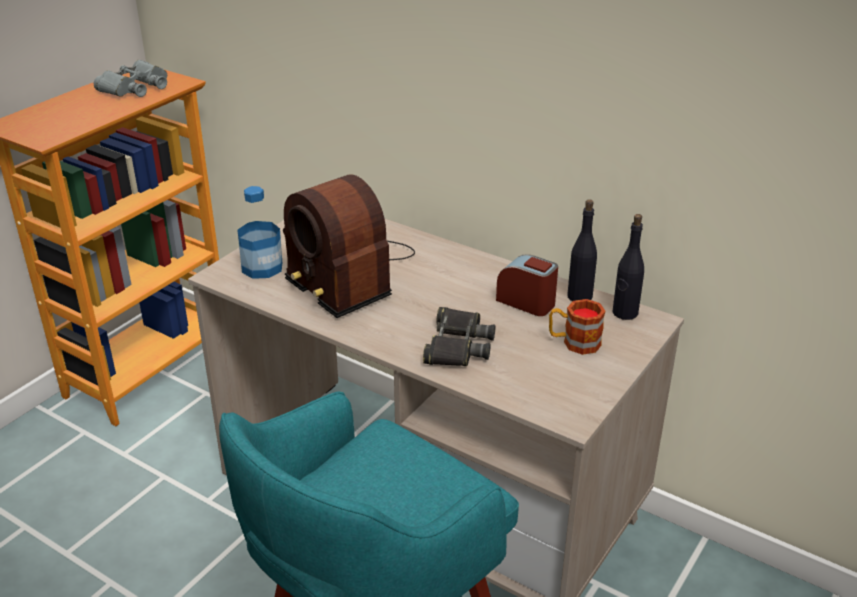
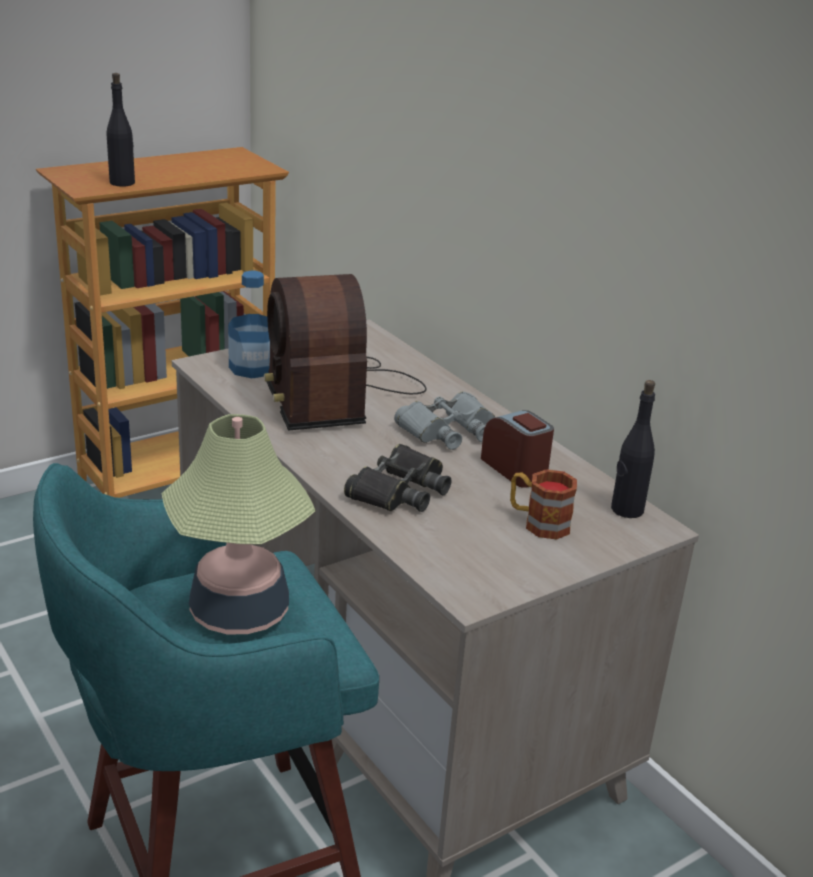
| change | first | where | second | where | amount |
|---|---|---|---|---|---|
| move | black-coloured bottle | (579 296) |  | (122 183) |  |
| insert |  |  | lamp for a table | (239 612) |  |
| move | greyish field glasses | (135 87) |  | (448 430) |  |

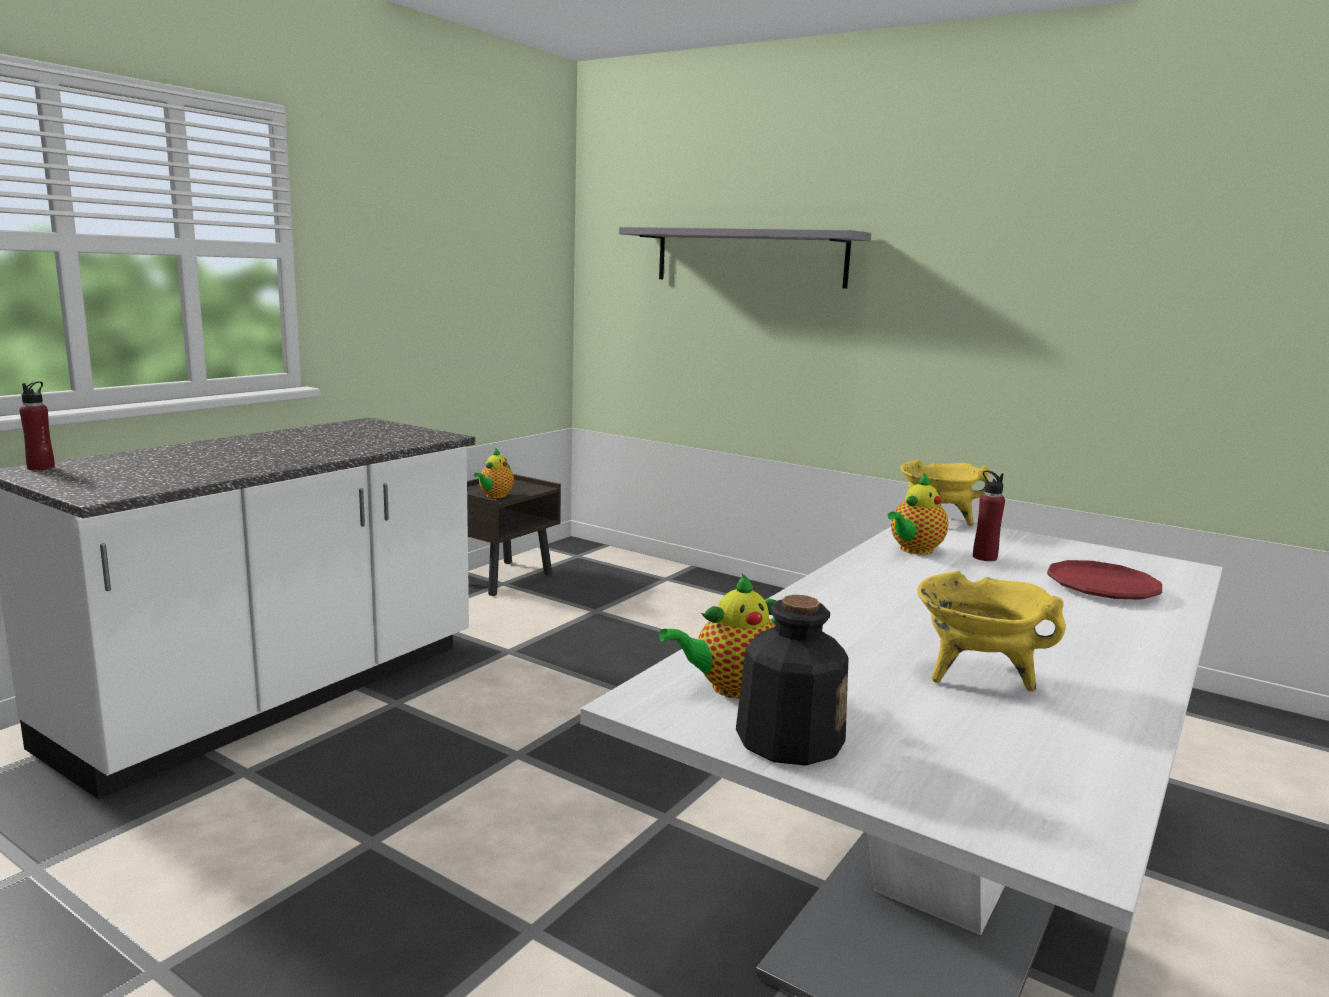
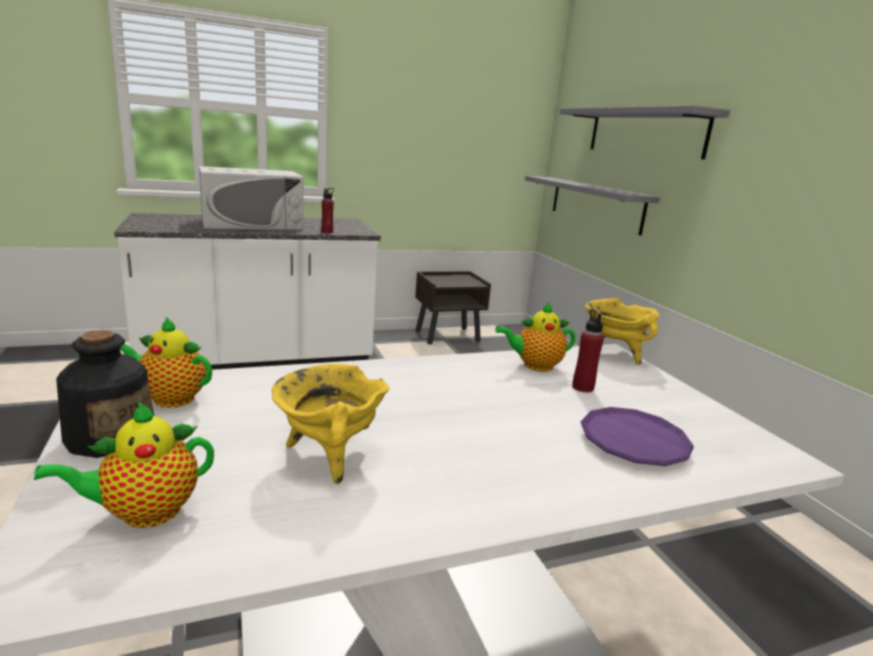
| change | first | where | second | where | amount |
|---|---|---|---|---|---|
| move | teapot | (494 496) |  | (144 512) |  |
| insert |  |  | white-coloured microwave | (252 224) |  |
| move | reddish bottle | (41 467) |  | (327 232) |  |
| insert |  |  | greyish wall shelf | (595 203) |  |
| recolor | reddish plate | (1102 588) | purplish plate | (633 442) |  |

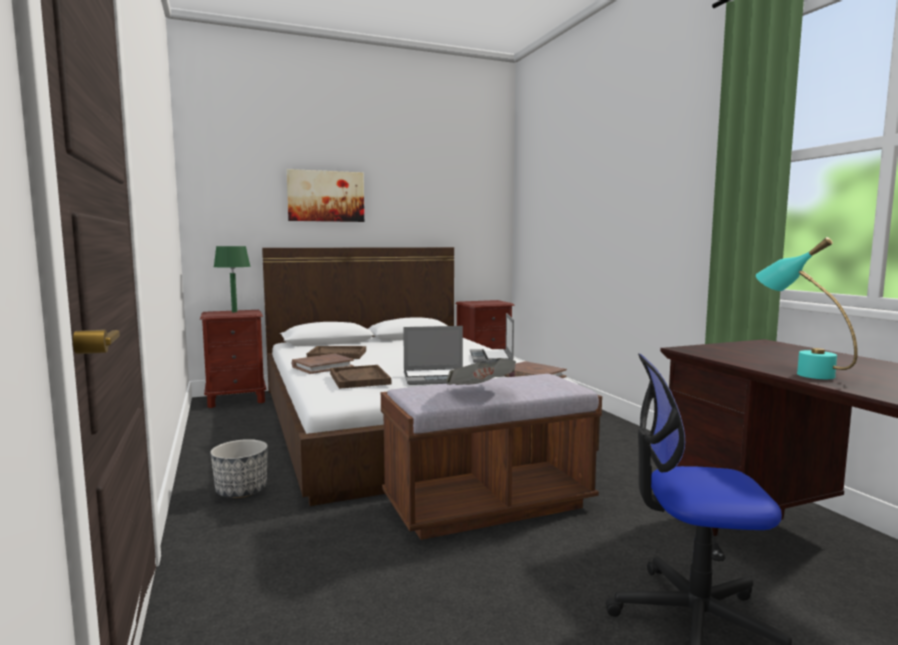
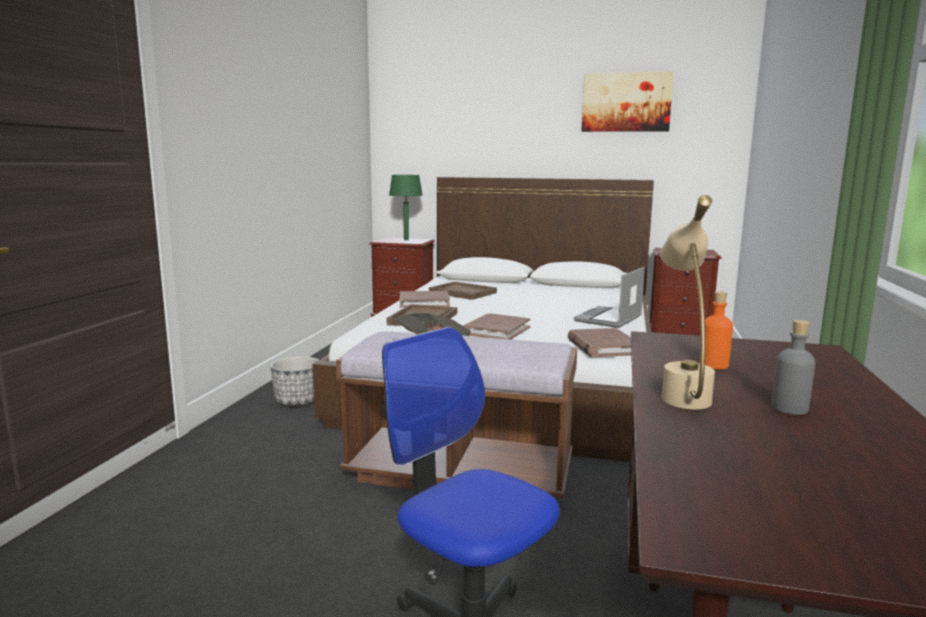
| change | first | where | second | where | amount |
|---|---|---|---|---|---|
| replace | notebook computer | (436 378) | brownish bound book | (496 330) |  |
| move | picture | (326 196) |  | (626 102) |  |
| recolor | turquoise-coloured lamp for a table | (799 372) | sand-coloured lamp for a table | (681 392) |  |
| insert |  |  | orangey bottle | (713 365) |  |
| insert |  |  | greyish bottle | (789 408) |  |

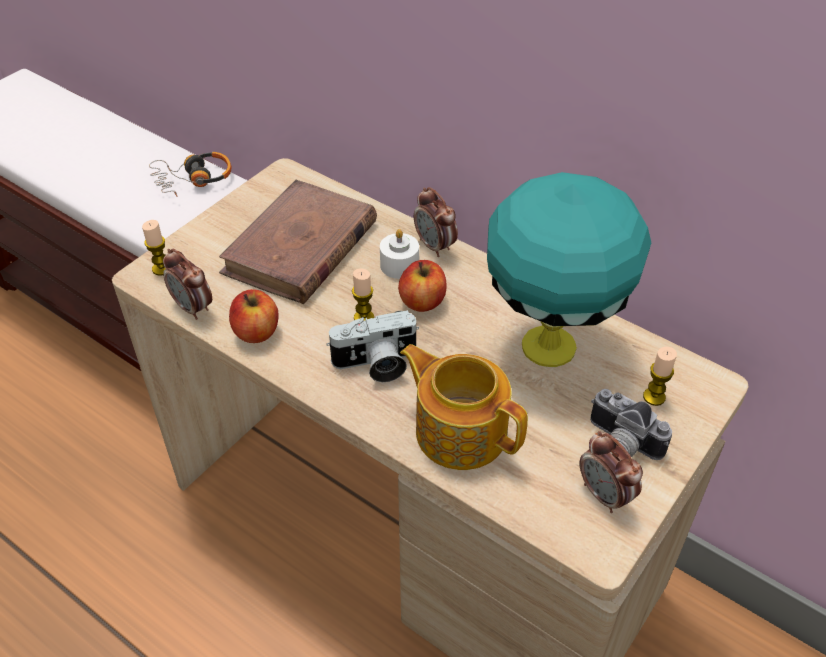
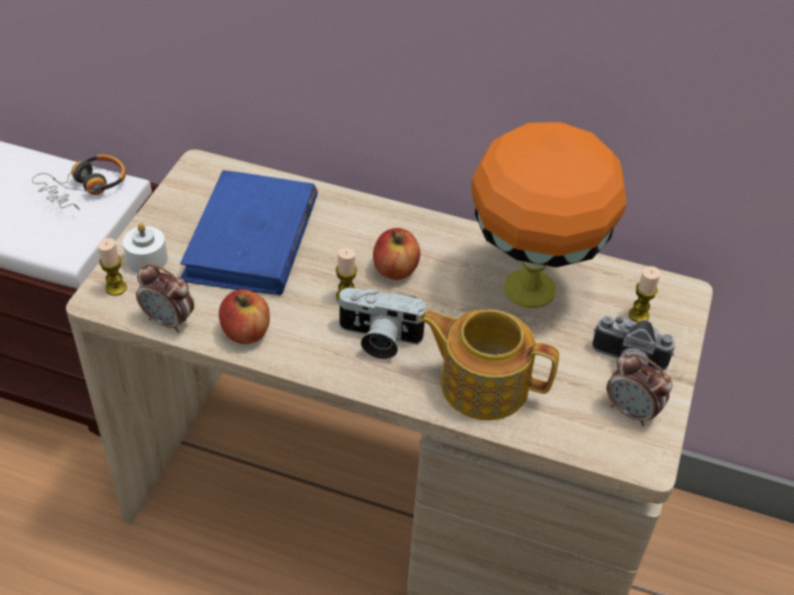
| change | first | where | second | where | amount |
|---|---|---|---|---|---|
| move | white-coloured wax light | (399 265) |  | (147 259) |  |
| recolor | brownish bound book | (300 248) | bluish bound book | (251 240) |  |
| rotate | photo camera | (376 364) |  | (378 339) | 45 degrees clockwise |
| recolor | turquoise-coloured lamp for a table | (551 345) | orangey lamp for a table | (531 287) |  |
| delete | table clock | (435 246) |  |  |  |

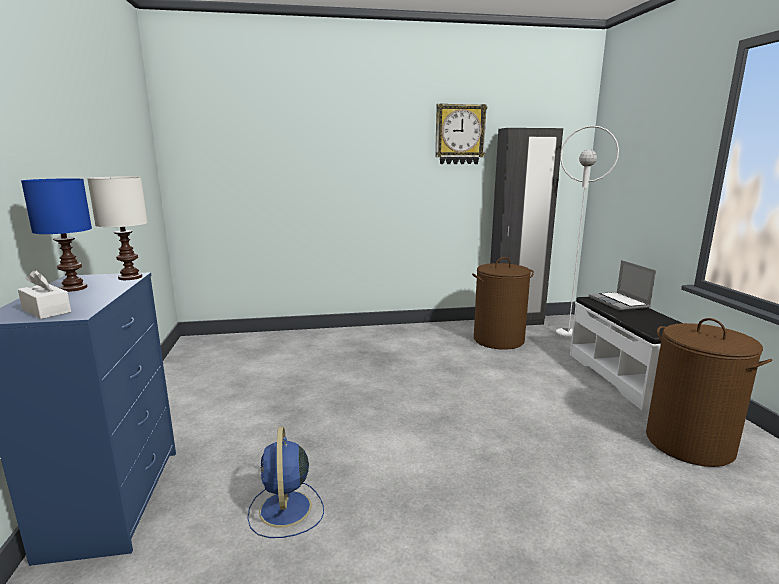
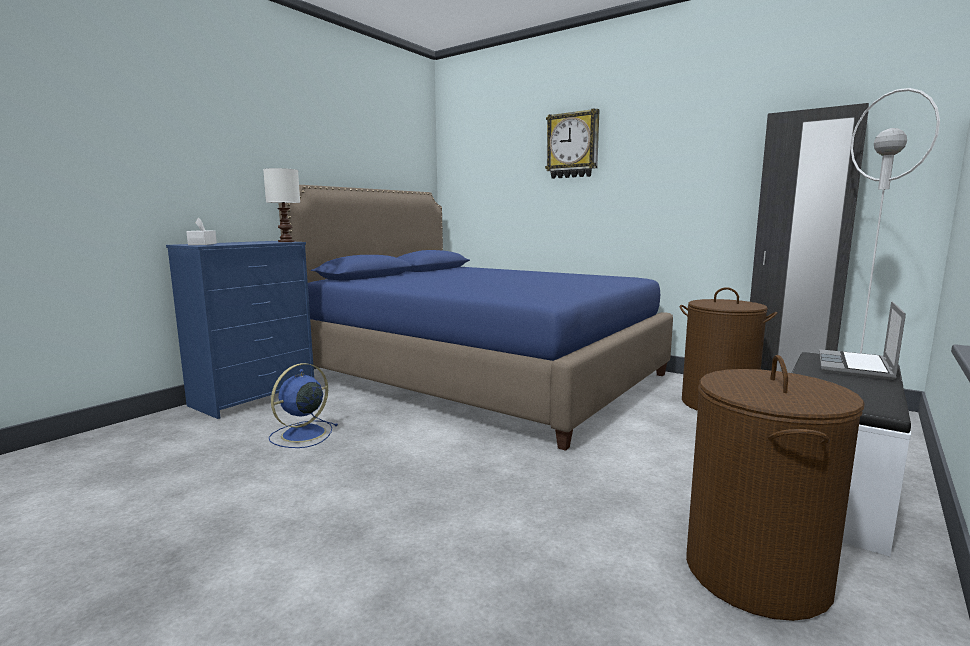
| change | first | where | second | where | amount |
|---|---|---|---|---|---|
| insert |  |  | bluish sleeping bed | (480 375) |  |
| move | clock on the wall | (459 134) |  | (573 145) |  |
| delete | bluish lamp for a table | (74 288) |  |  |  |

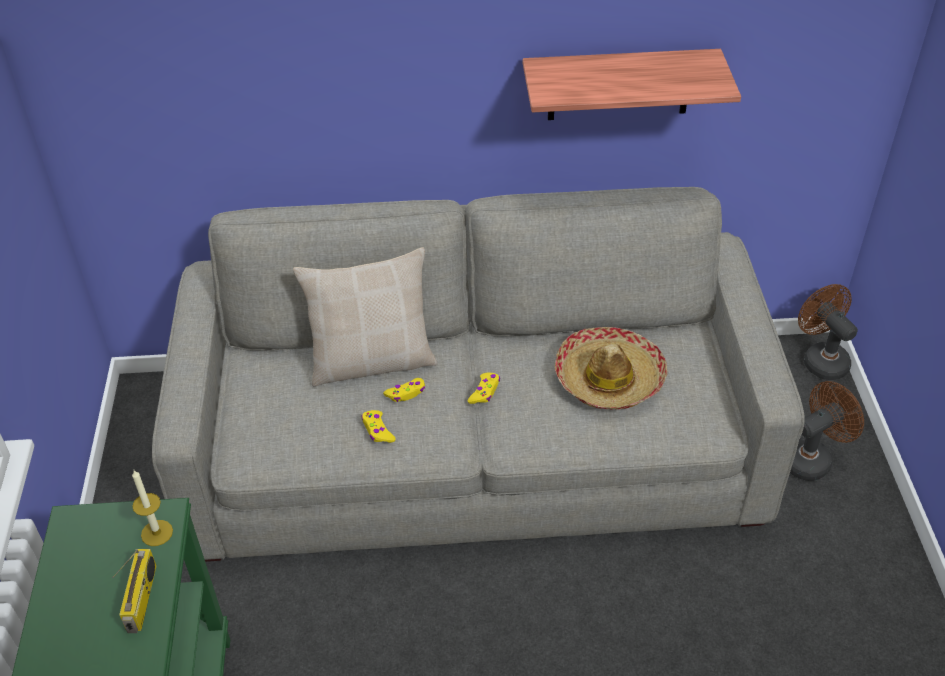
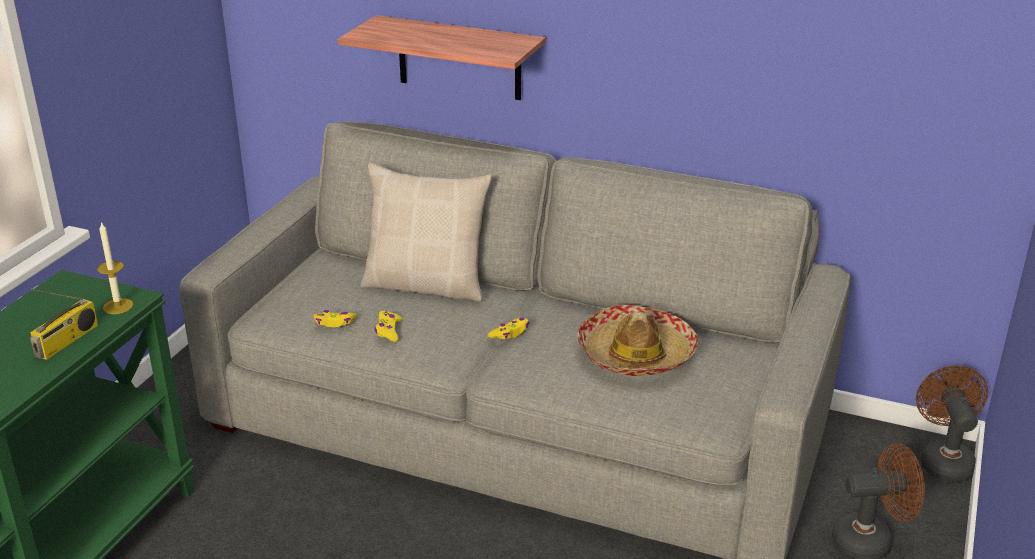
| change | first | where | second | where | amount |
|---|---|---|---|---|---|
| move | yellowish joypad | (406 393) |  | (335 323) |  |
| move | wall shelf | (619 84) |  | (459 58) |  |

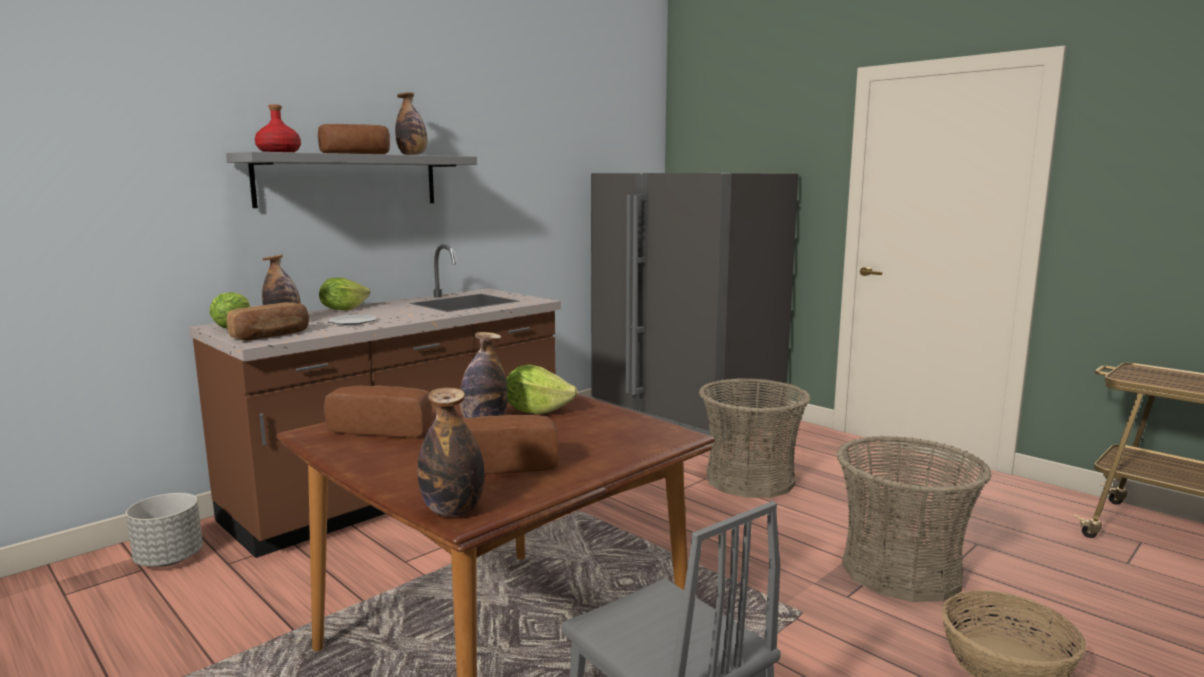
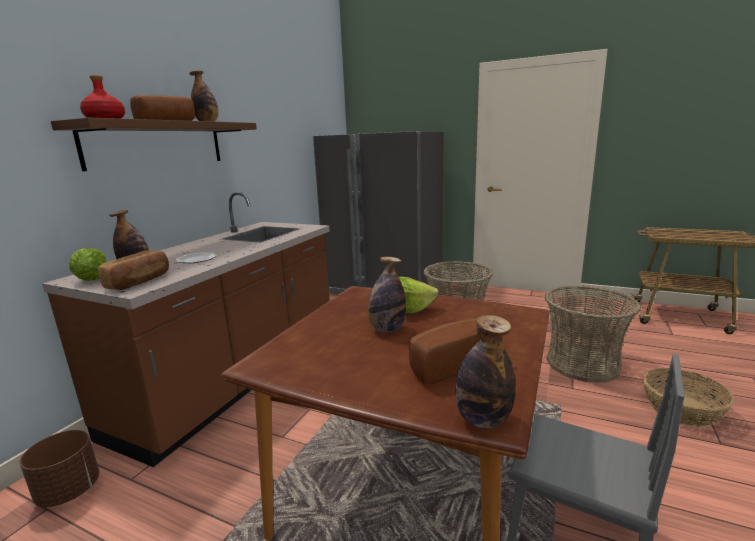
| change | first | where | second | where | amount |
|---|---|---|---|---|---|
| recolor | greyish flower pot | (170 559) | brownish flower pot | (69 490) |  |
| recolor | greyish wall shelf | (349 180) | brownish wall shelf | (158 144) |  |
| delete | lettuce | (343 309) |  |  |  |
| delete | bread | (385 429) |  |  |  |

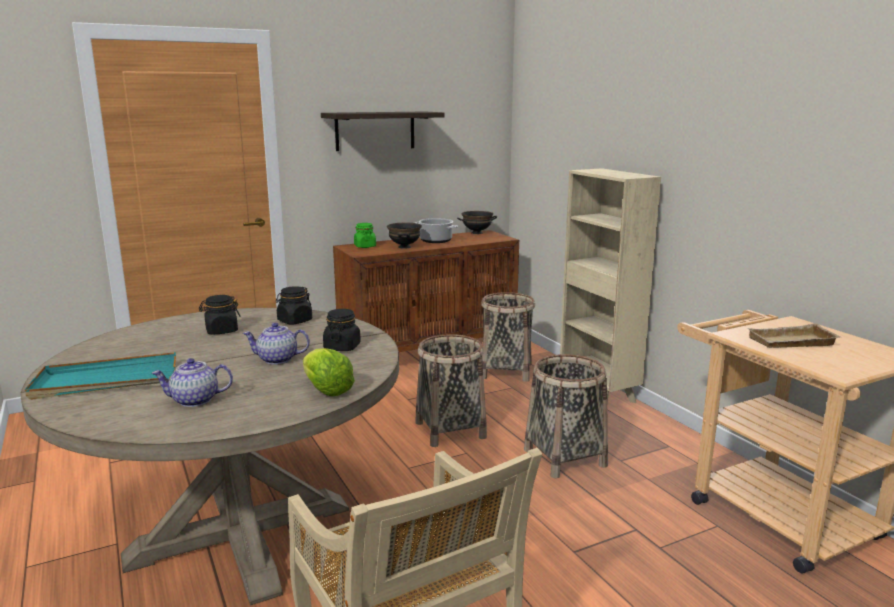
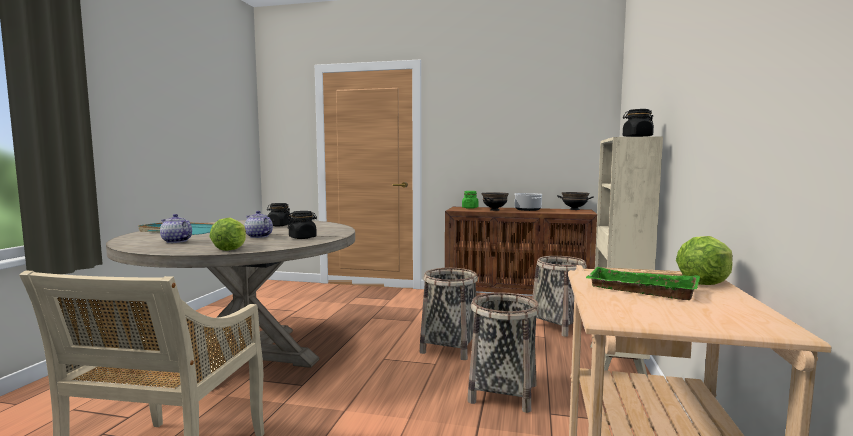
| change | first | where | second | where | amount |
|---|---|---|---|---|---|
| recolor | sand-coloured serving tray | (792 343) | green serving tray | (639 290) |  |
| move | black-coloured jar | (294 321) |  | (637 137) |  |
| insert |  |  | lettuce | (706 282) |  |
| delete | wall shelf | (375 131) |  |  |  |

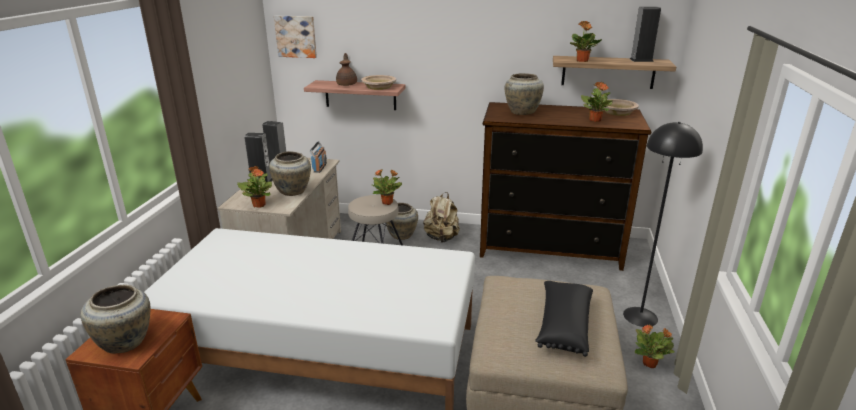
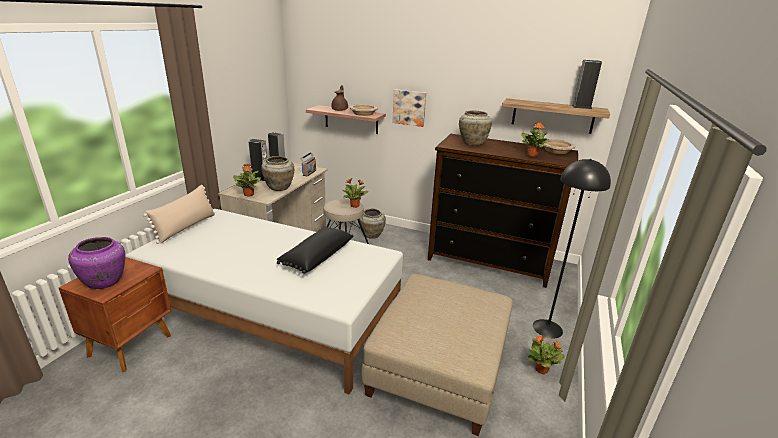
| change | first | where | second | where | amount |
|---|---|---|---|---|---|
| recolor | sand-coloured flower vase | (126 343) | purplish flower vase | (105 282) |  |
| insert |  |  | sand-coloured cushion | (186 227) |  |
| move | black-coloured cushion | (563 326) |  | (316 257) |  |
| move | picture | (296 36) |  | (409 107) |  |
| delete | sand-coloured rucksack | (441 238) |  |  |  |
| delete | plant in a pot | (582 61) |  |  |  |

